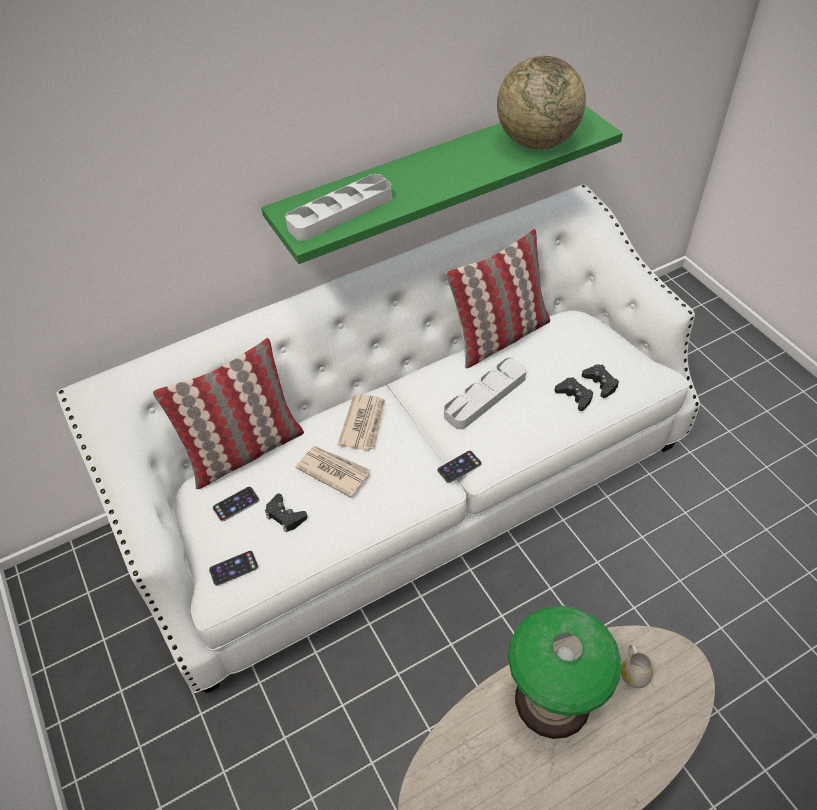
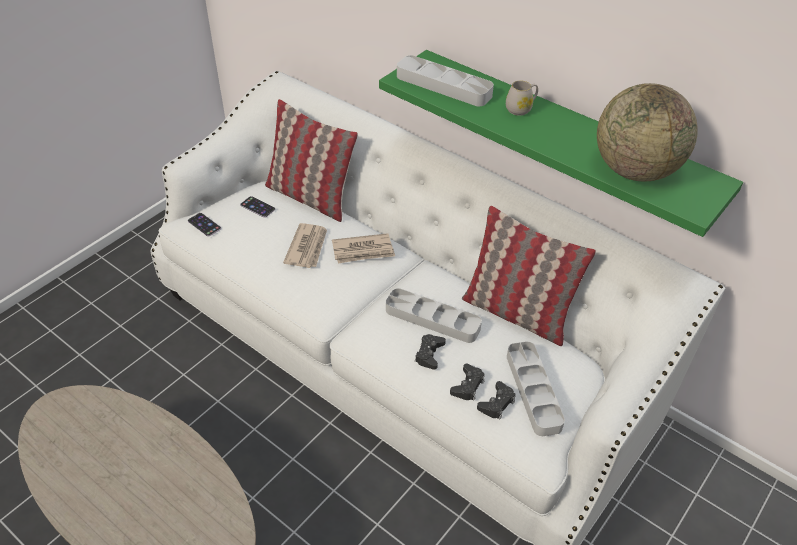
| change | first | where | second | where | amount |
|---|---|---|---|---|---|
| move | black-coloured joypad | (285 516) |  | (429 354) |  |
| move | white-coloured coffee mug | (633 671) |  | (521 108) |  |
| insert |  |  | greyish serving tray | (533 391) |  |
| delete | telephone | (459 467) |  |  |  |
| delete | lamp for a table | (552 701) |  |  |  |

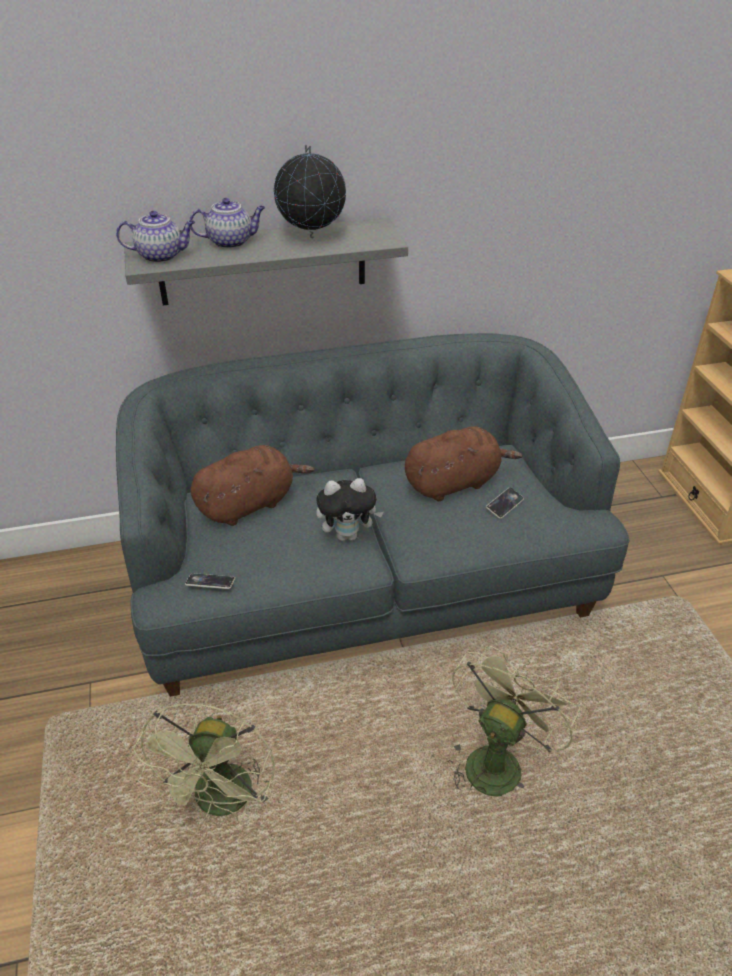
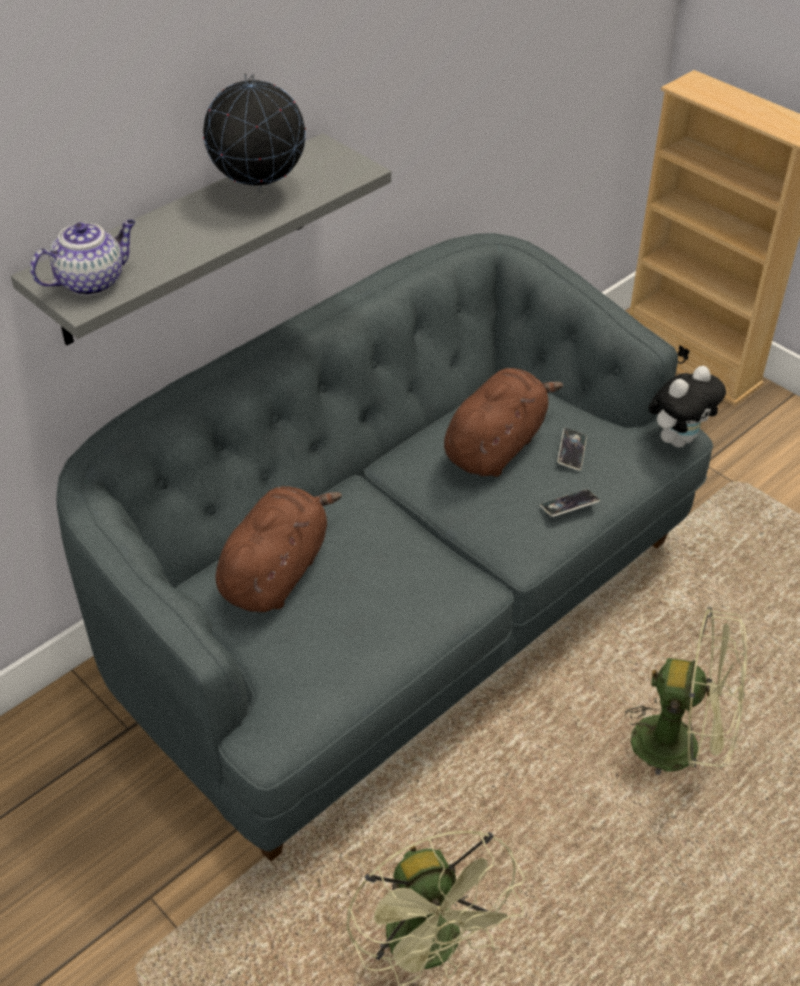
| change | first | where | second | where | amount |
|---|---|---|---|---|---|
| move | telephone | (210 583) |  | (569 505) |  |
| rotate | green electric fan | (496 760) |  | (681 746) | 105 degrees clockwise |
| move | cuddly toy | (348 535) |  | (678 439) |  |
| delete | teapot | (231 242) |  |  |  |

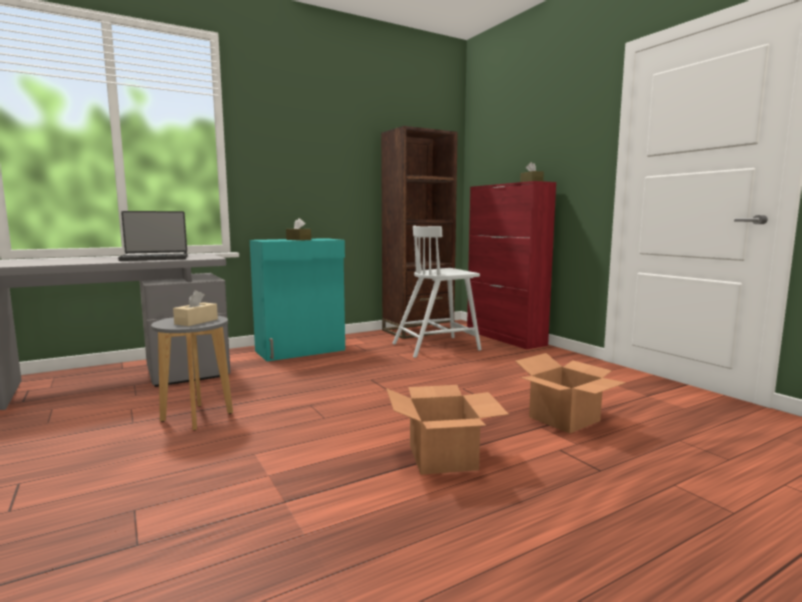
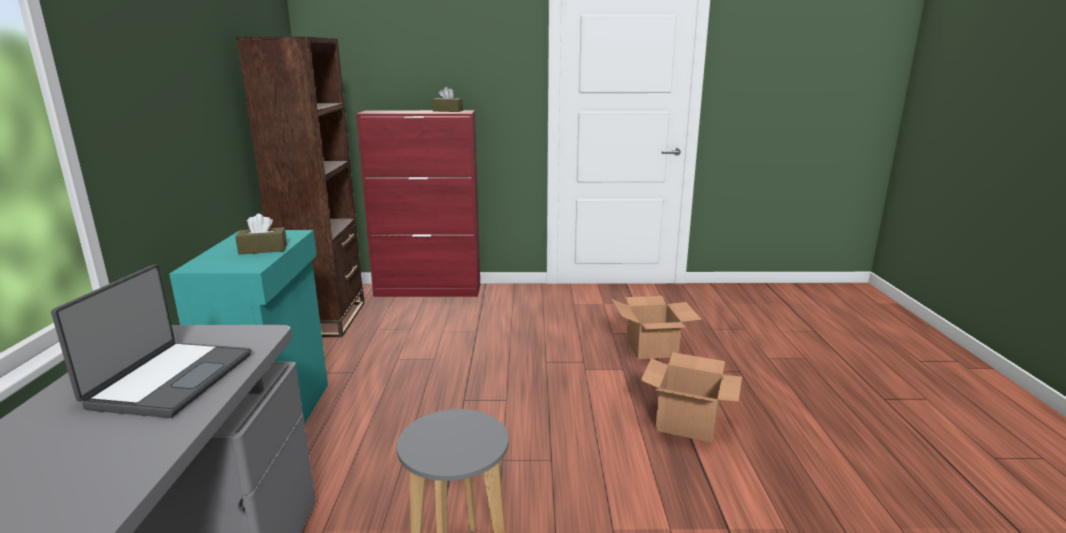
| change | first | where | second | where | amount |
|---|---|---|---|---|---|
| delete | sand-coloured tissue box | (196 321) |  |  |  |
| delete | white-coloured plain chair | (437 346) |  |  |  |

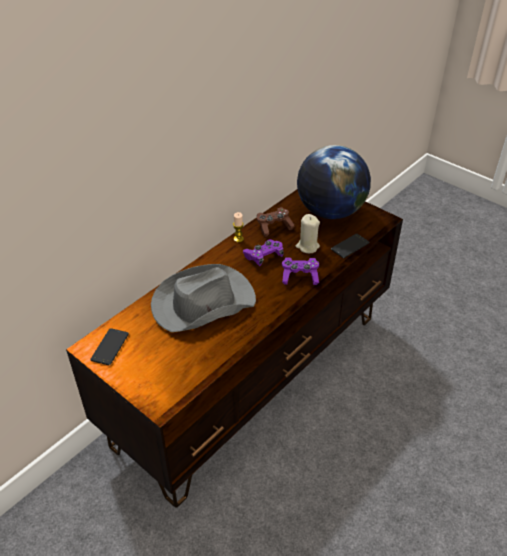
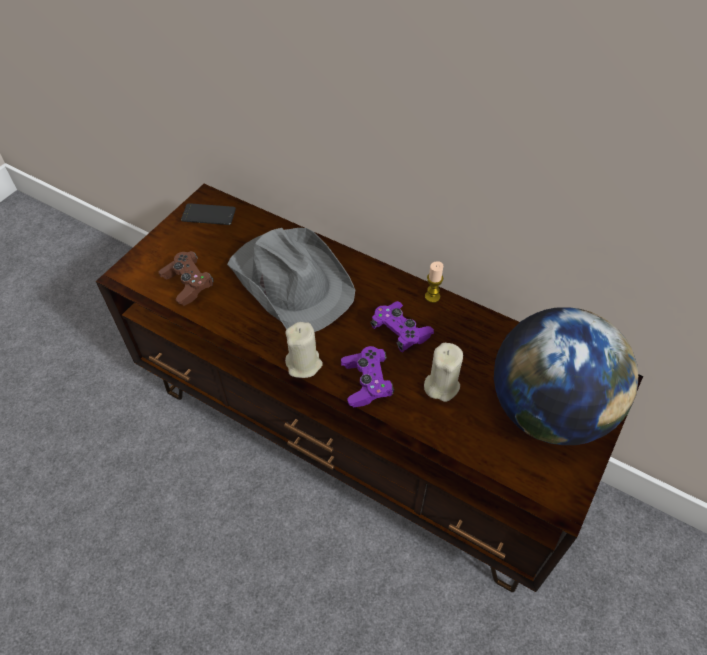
| change | first | where | second | where | amount |
|---|---|---|---|---|---|
| move | brownish joypad | (274 227) |  | (188 284) |  |
| insert |  |  | sand-coloured wax light | (304 364) |  |
| delete | telephone | (350 246) |  |  |  |

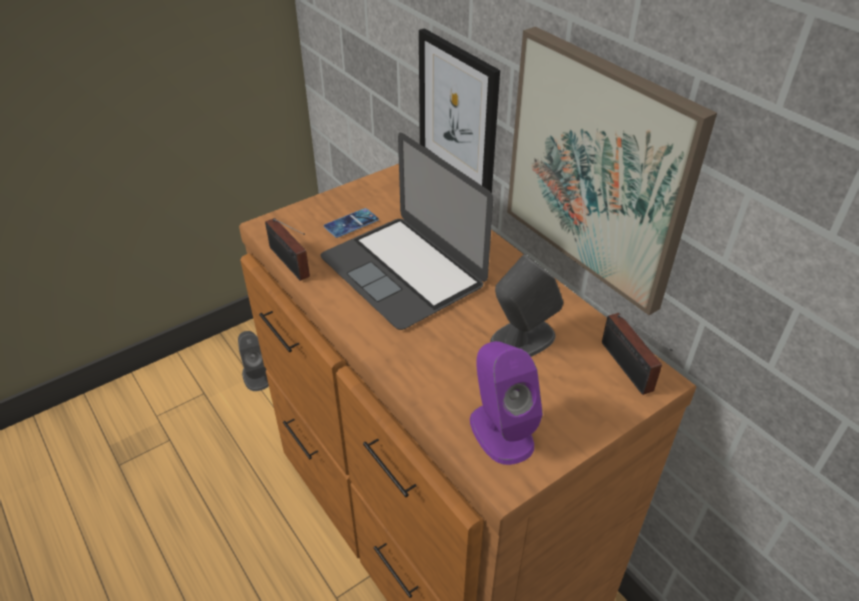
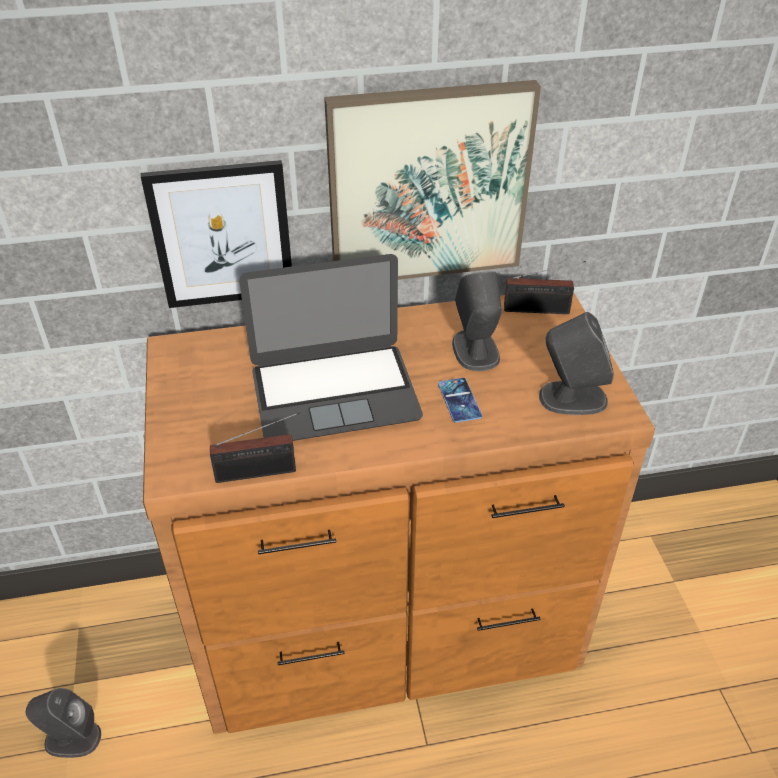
| change | first | where | second | where | amount |
|---|---|---|---|---|---|
| move | telephone | (351 223) |  | (459 400) |  |
| recolor | purplish loudspeaker | (501 431) | greyish loudspeaker | (571 398) |  |

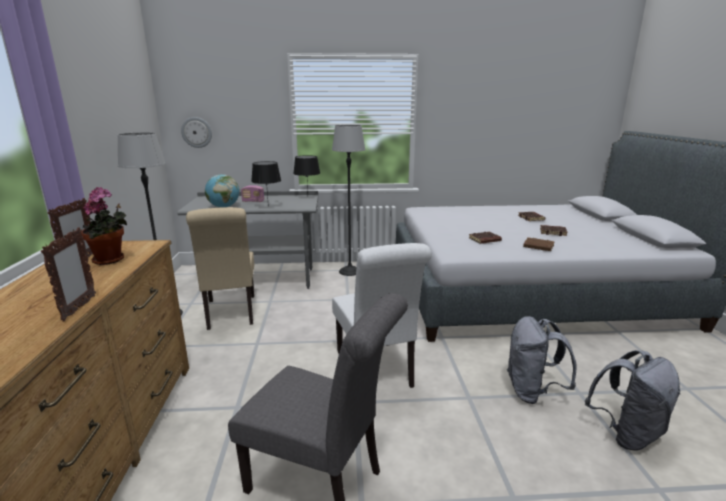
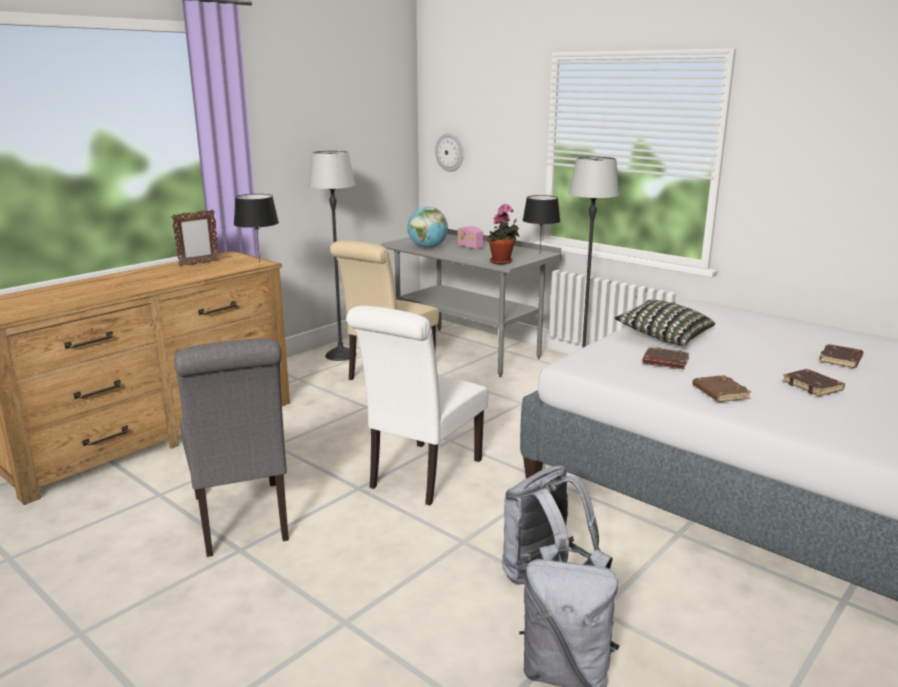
| change | first | where | second | where | amount |
|---|---|---|---|---|---|
| move | black-coloured lamp for a table | (268 207) |  | (259 262) |  |
| move | plant in a pot | (111 260) |  | (502 262) |  |
| insert |  |  | cushion | (664 336) |  |
| delete | photo frame | (79 308) |  |  |  |

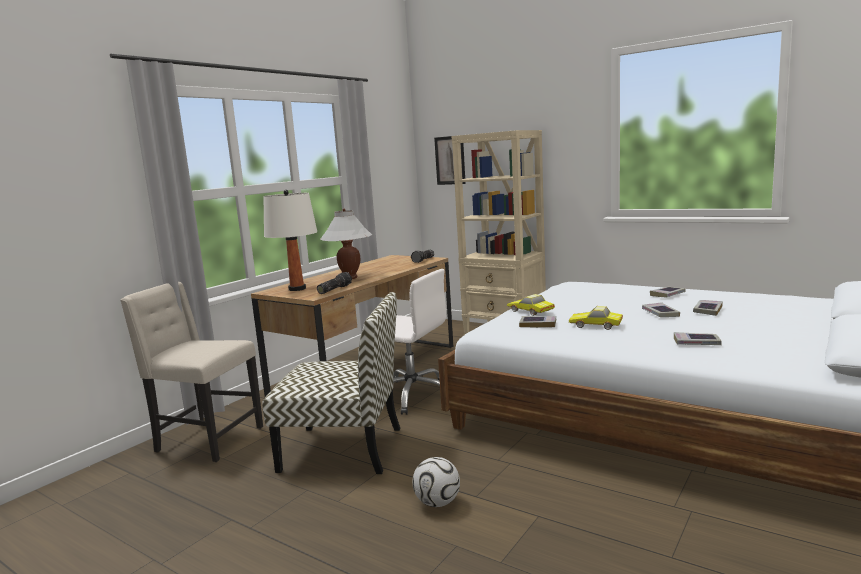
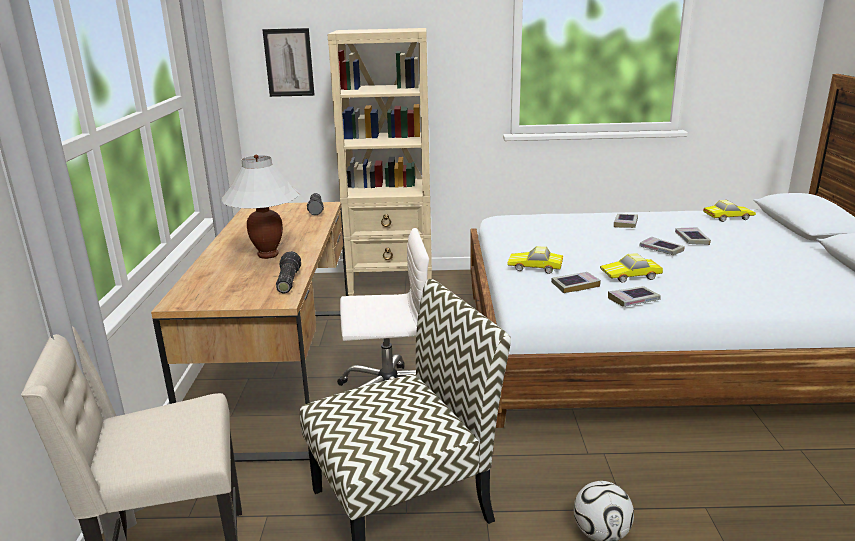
| change | first | where | second | where | amount |
|---|---|---|---|---|---|
| move | bound book | (696 343) |  | (633 300) |  |
| insert |  |  | miniature car | (727 217) |  |
| delete | white-coloured lamp for a table | (297 289) |  |  |  |

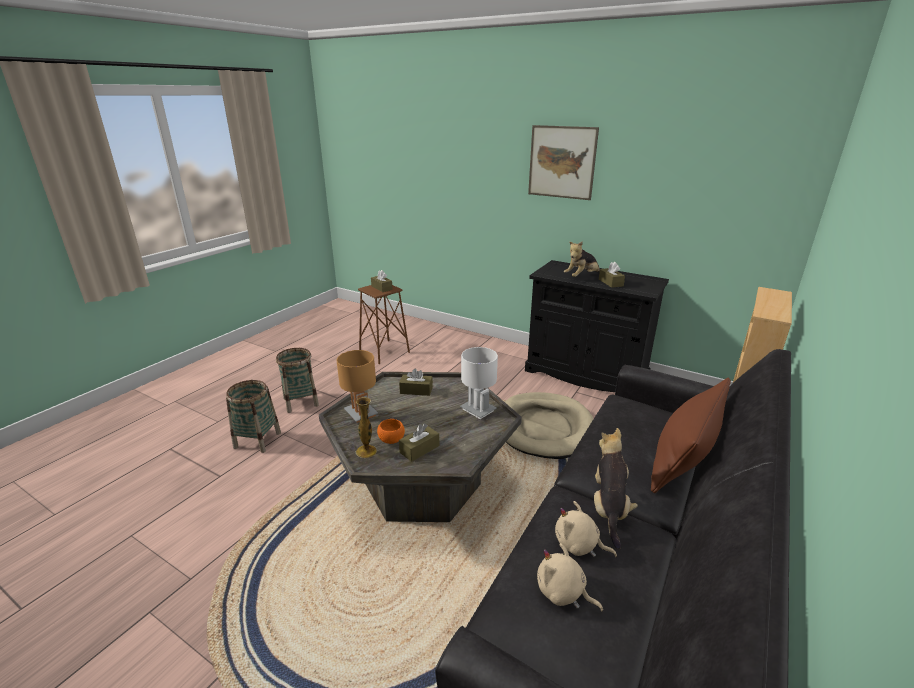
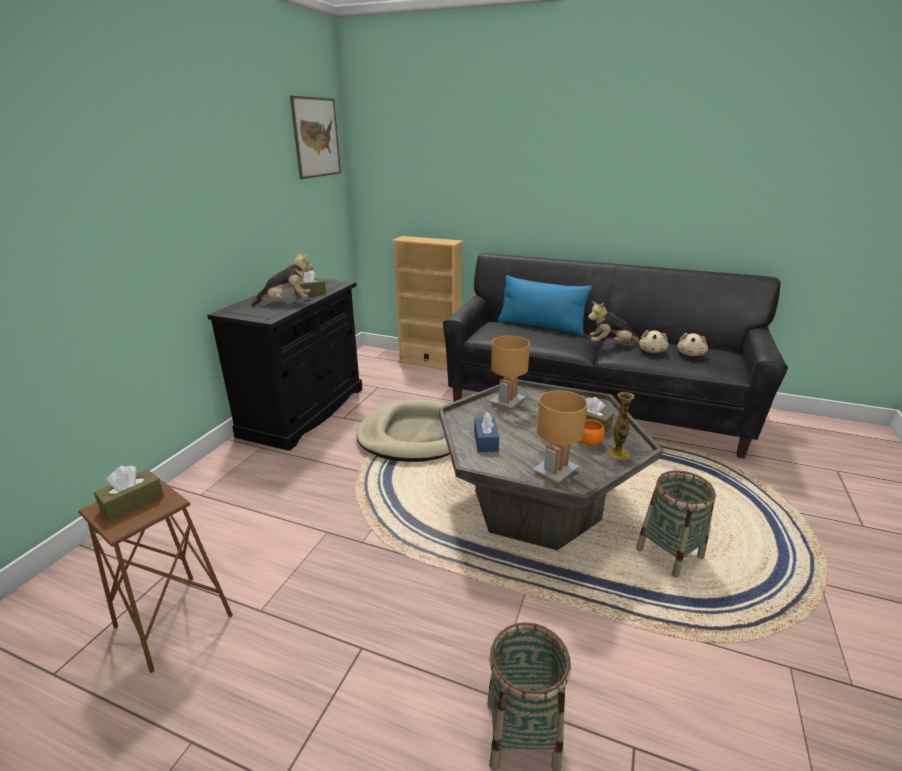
| change | first | where | second | where | amount |
|---|---|---|---|---|---|
| rotate | cuddly toy | (581 277) |  | (287 302) | 60 degrees counterclockwise |
| move | picture | (562 162) |  | (316 137) |  |
| recolor | brownish tissue box | (416 390) | bluish tissue box | (486 441) |  |
| recolor | white-coloured lamp for a table | (478 410) | brownish lamp for a table | (508 402) |  |
| recolor | brownish cushion | (683 459) | bluish cushion | (541 326) |  |
| move | basket | (301 402) |  | (669 553) |  |

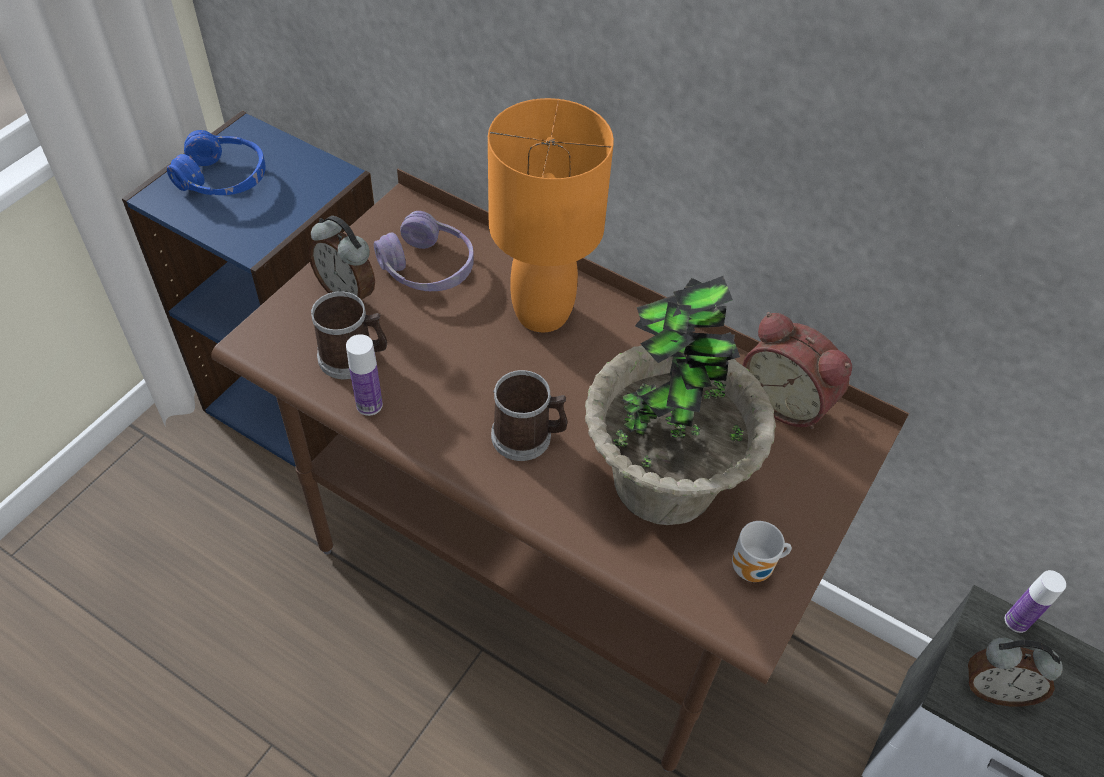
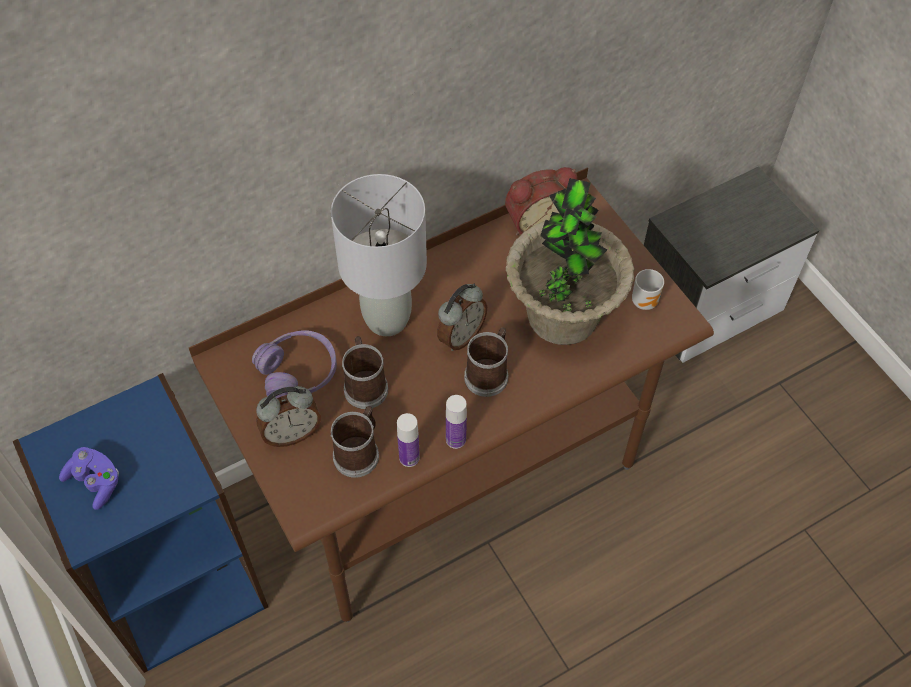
| change | first | where | second | where | amount |
|---|---|---|---|---|---|
| replace | bluish headphones | (223 178) | purplish joypad | (95 482) |  |
| recolor | orangey lamp for a table | (541 314) | greyish lamp for a table | (387 320) |  |
| insert |  |  | coffee mug | (365 385) |  |
| move | table clock | (995 689) |  | (460 336) |  |
| move | bottle | (1016 621) |  | (456 439) |  |

